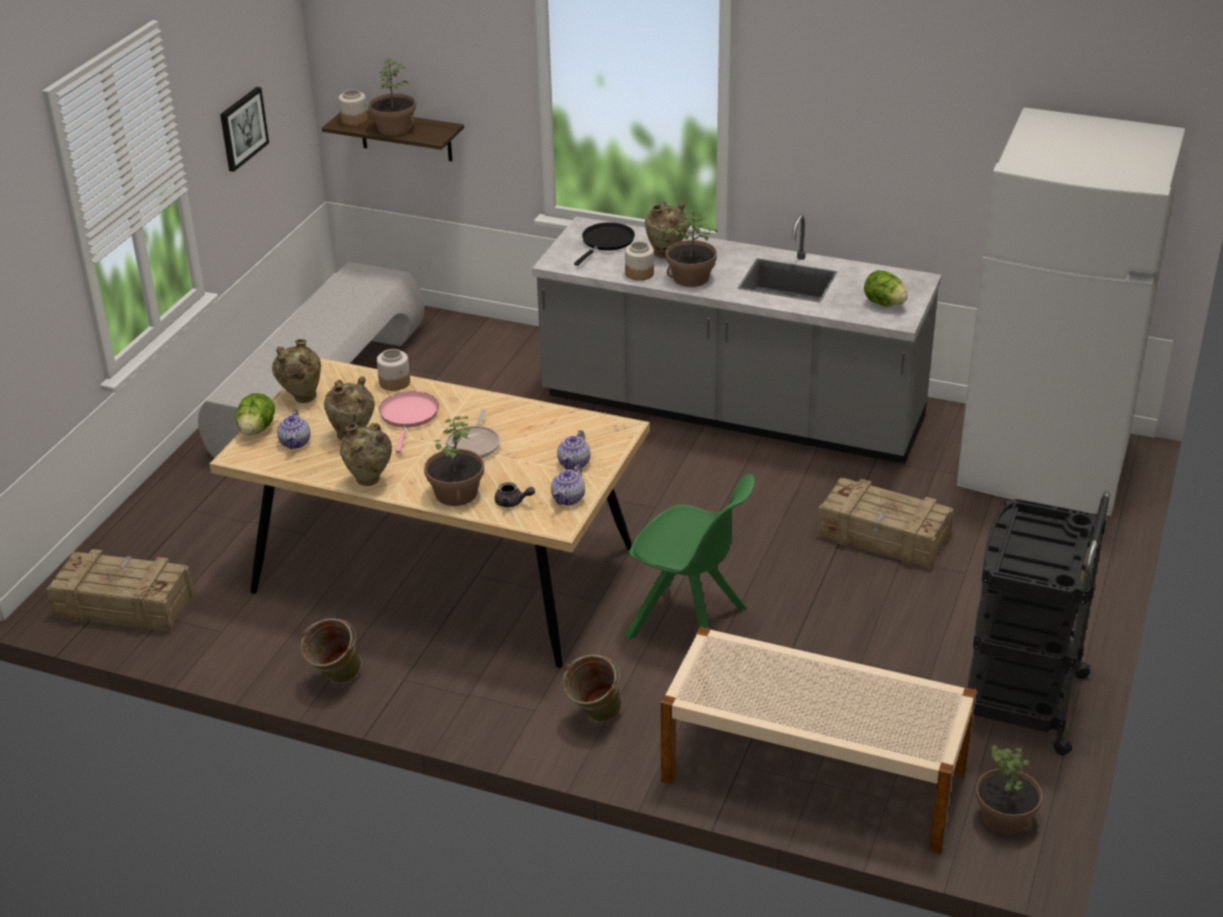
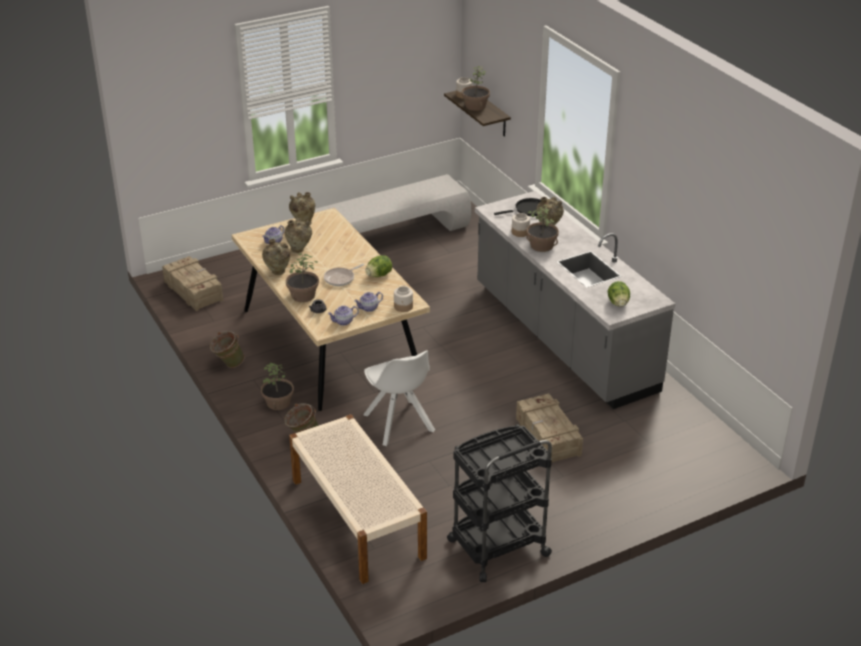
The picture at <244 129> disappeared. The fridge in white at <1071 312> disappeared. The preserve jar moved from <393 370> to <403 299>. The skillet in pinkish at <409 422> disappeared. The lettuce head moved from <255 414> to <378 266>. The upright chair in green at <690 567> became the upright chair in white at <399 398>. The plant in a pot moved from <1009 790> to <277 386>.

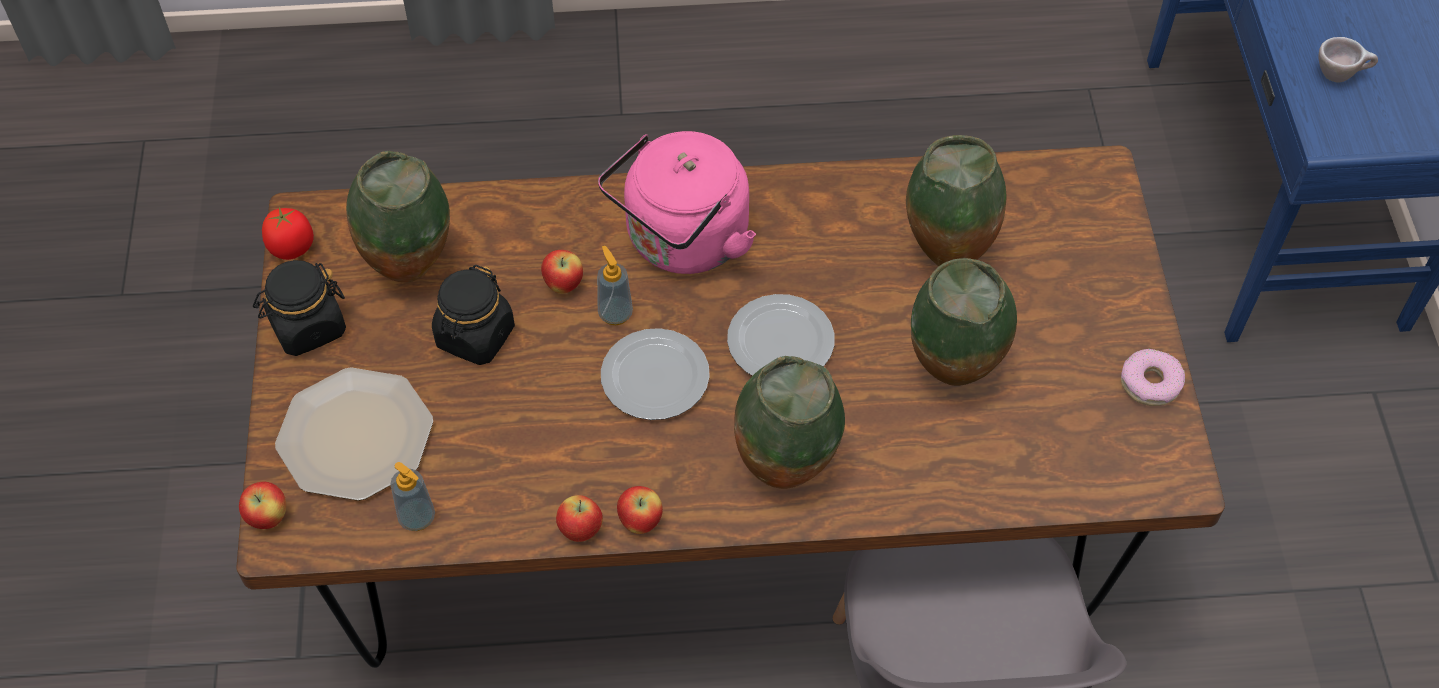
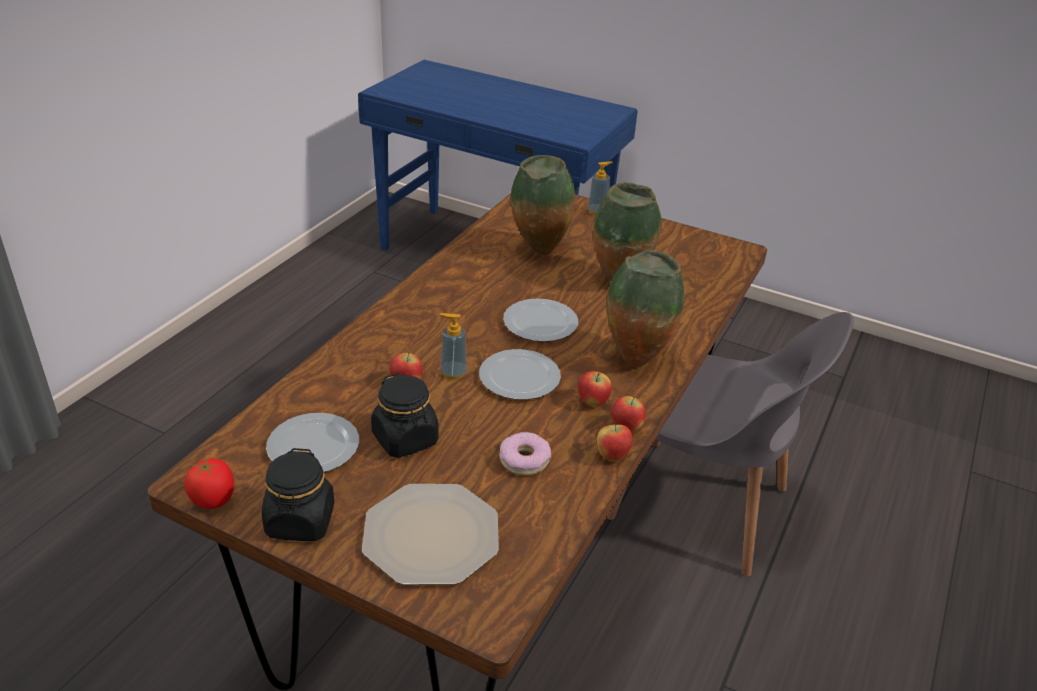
The small cup in beige at <1348 59> disappeared. The water kettle in pinkish at <677 202> disappeared. The decorative vase at <398 217> was replaced by the dinner plate at <312 442>. The ring doughnut moved from <1153 377> to <525 453>. The soap dispenser moved from <412 496> to <600 188>. The whole apple moved from <262 505> to <595 389>.

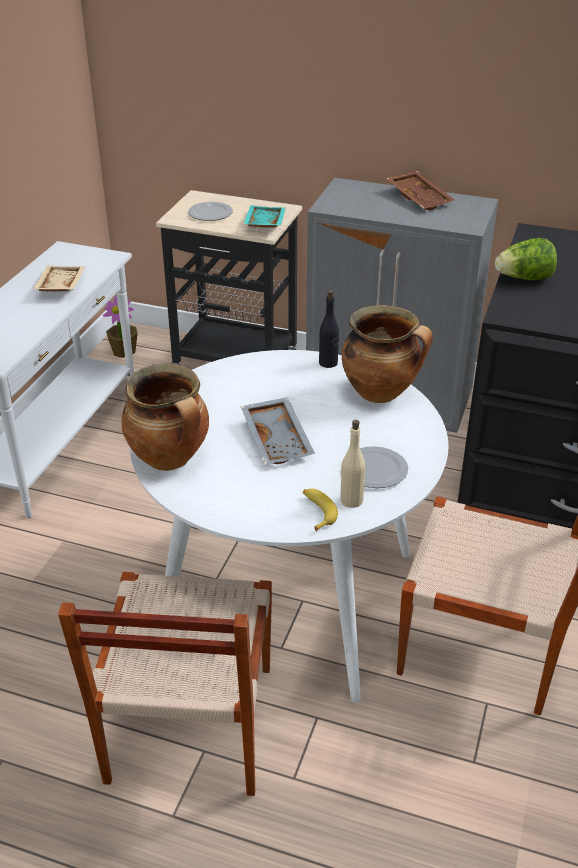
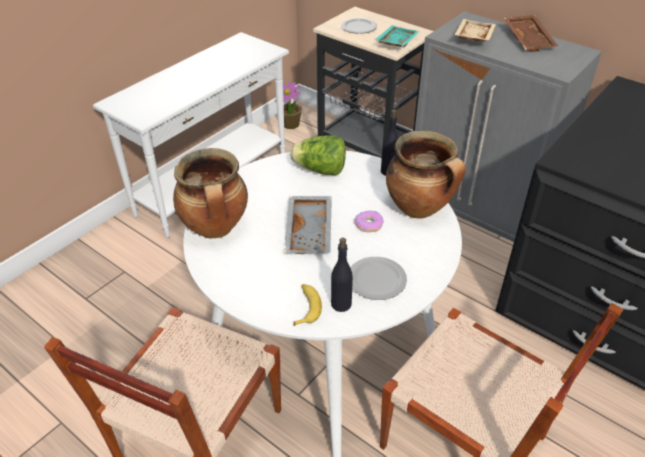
The lettuce head moved from <526 259> to <318 155>. The tray in beige moved from <59 278> to <475 30>. The bottle in beige at <352 464> became the bottle in blackish at <342 275>. The ring doughnut at <369 221> appeared.

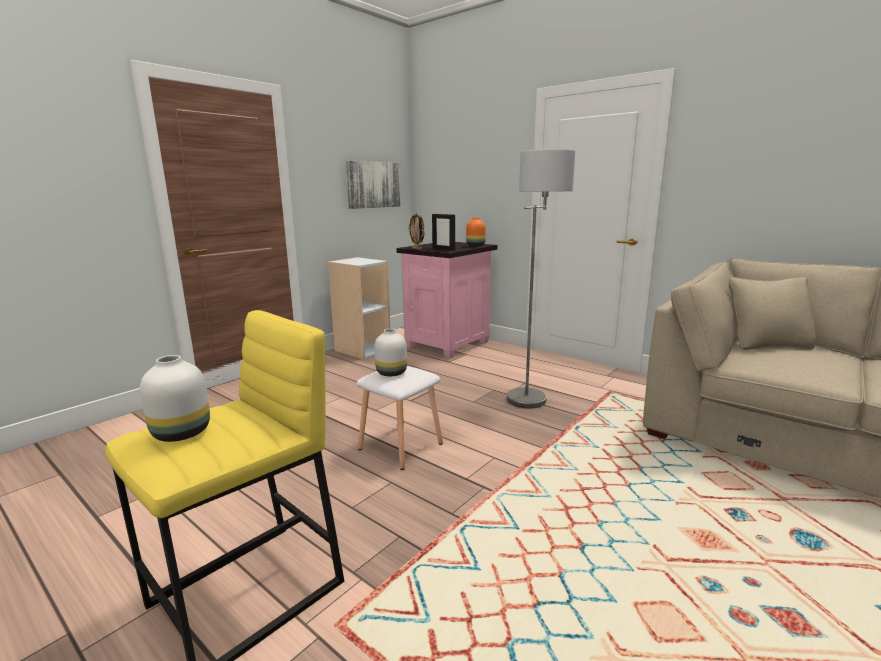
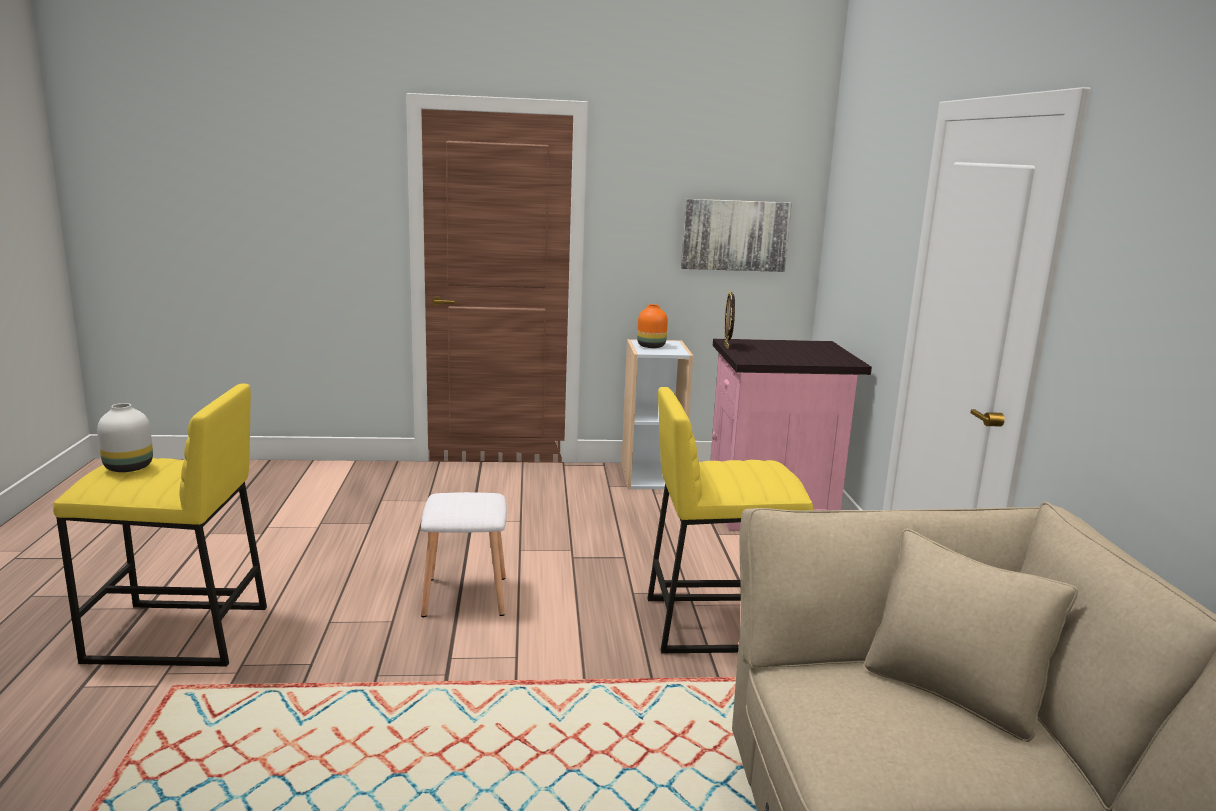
The floor lamp in greyish at <541 279> was replaced by the stool in yellow at <730 520>. The photo frame at <443 232> disappeared. The decorative vase in orange-coloured moved from <476 232> to <652 326>. The decorative vase in white at <390 352> disappeared.

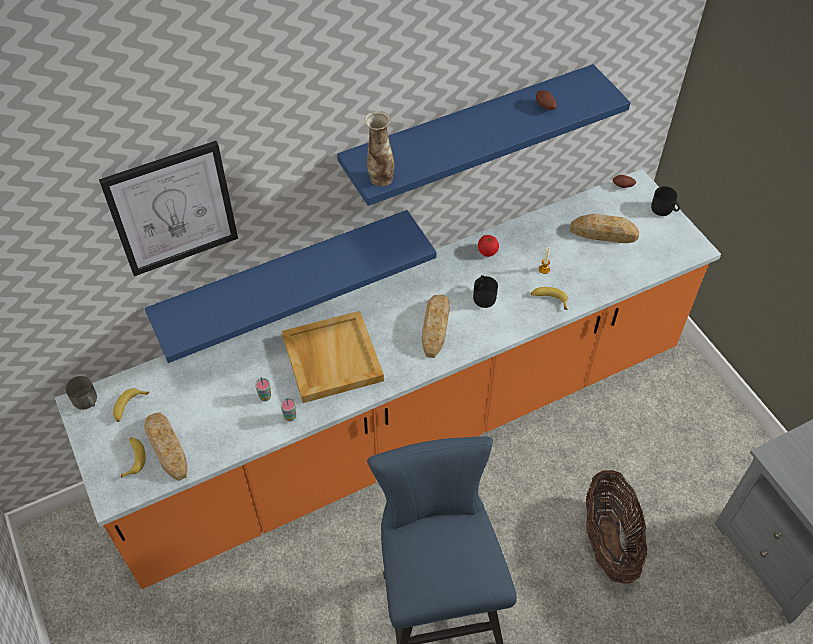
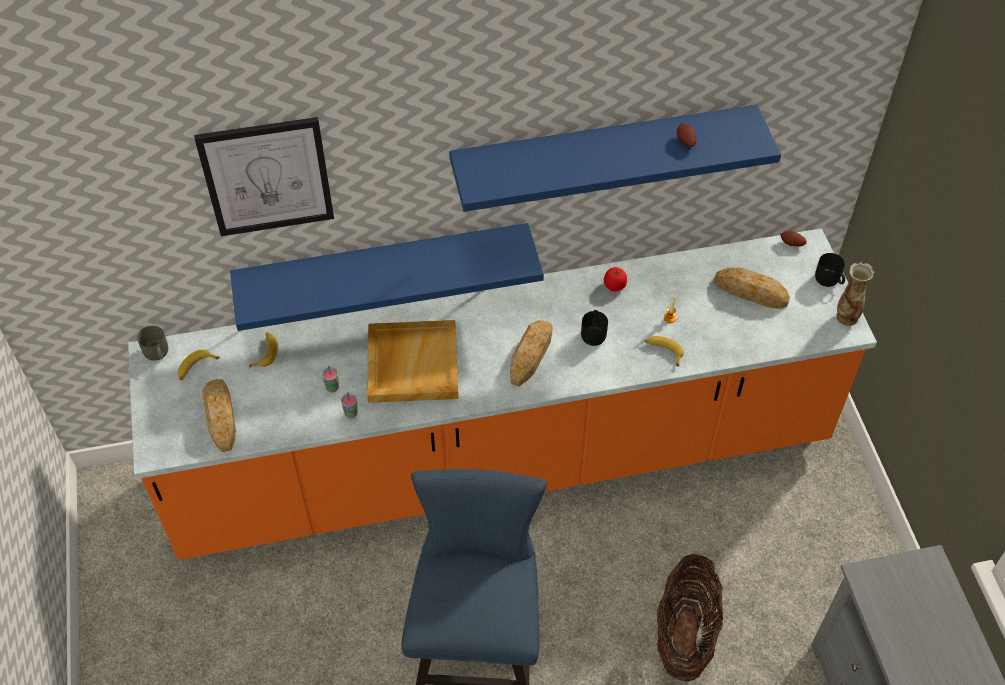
The decorative vase moved from <379 148> to <855 294>. The banana fruit moved from <133 457> to <263 350>.

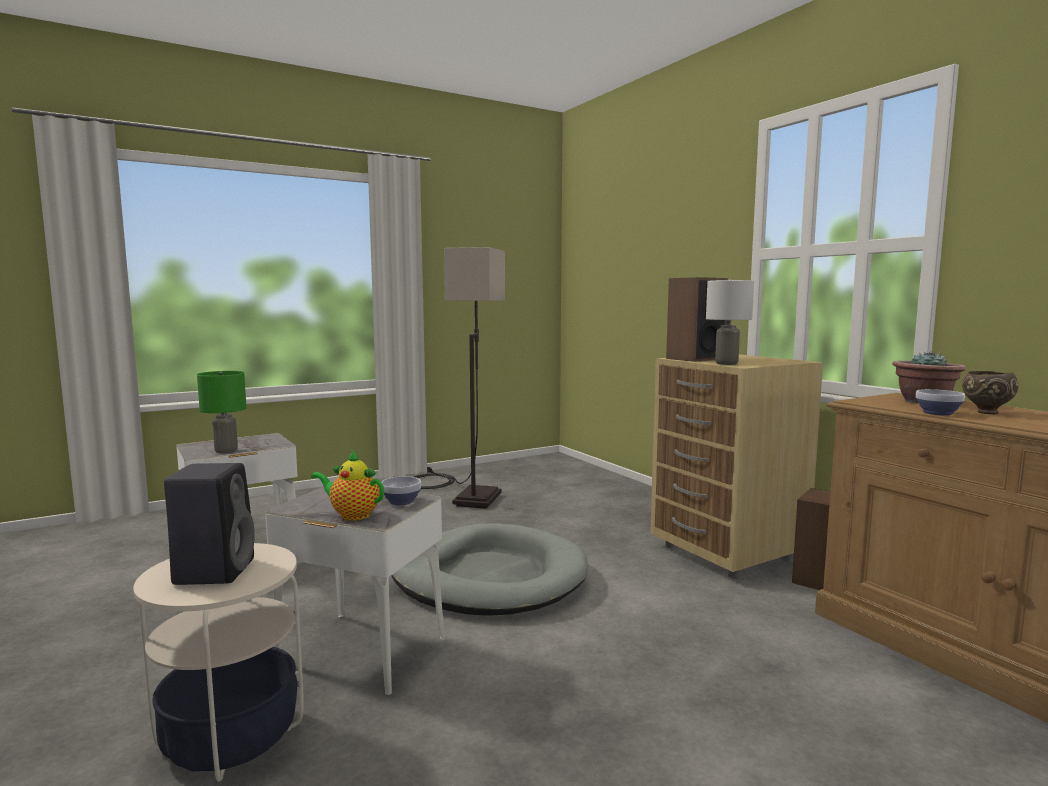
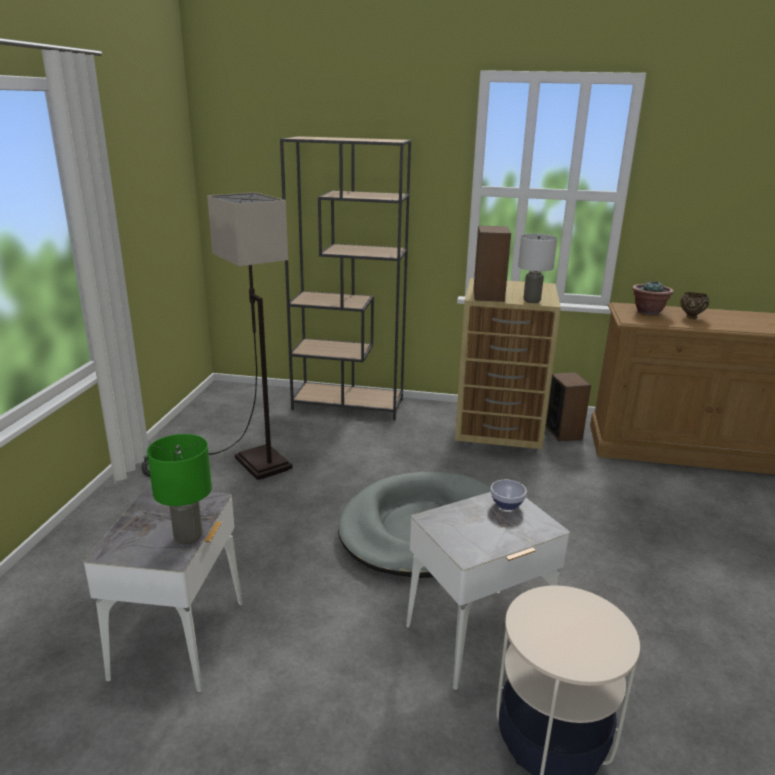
The serving bowl at <940 402> disappeared. The pot for tea at <347 486> disappeared. The loudspeaker in blackish at <209 524> disappeared. The bookcase at <345 278> appeared.

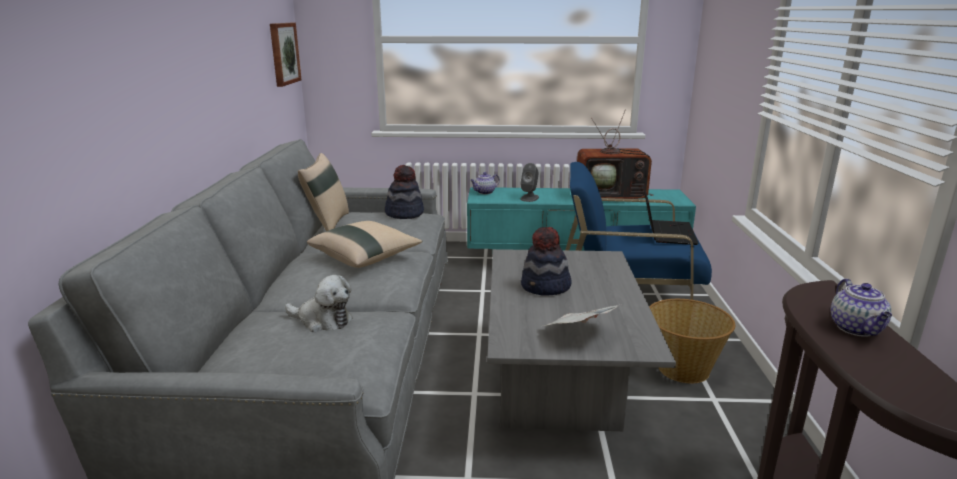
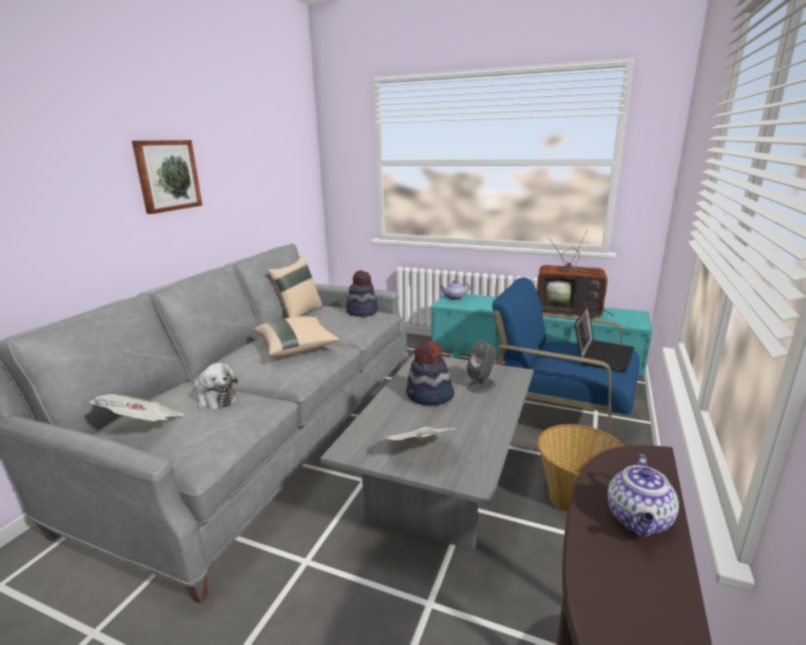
The picture moved from <286 55> to <167 177>. The loudspeaker in greyish moved from <529 182> to <481 367>. The newspaper at <137 408> appeared.

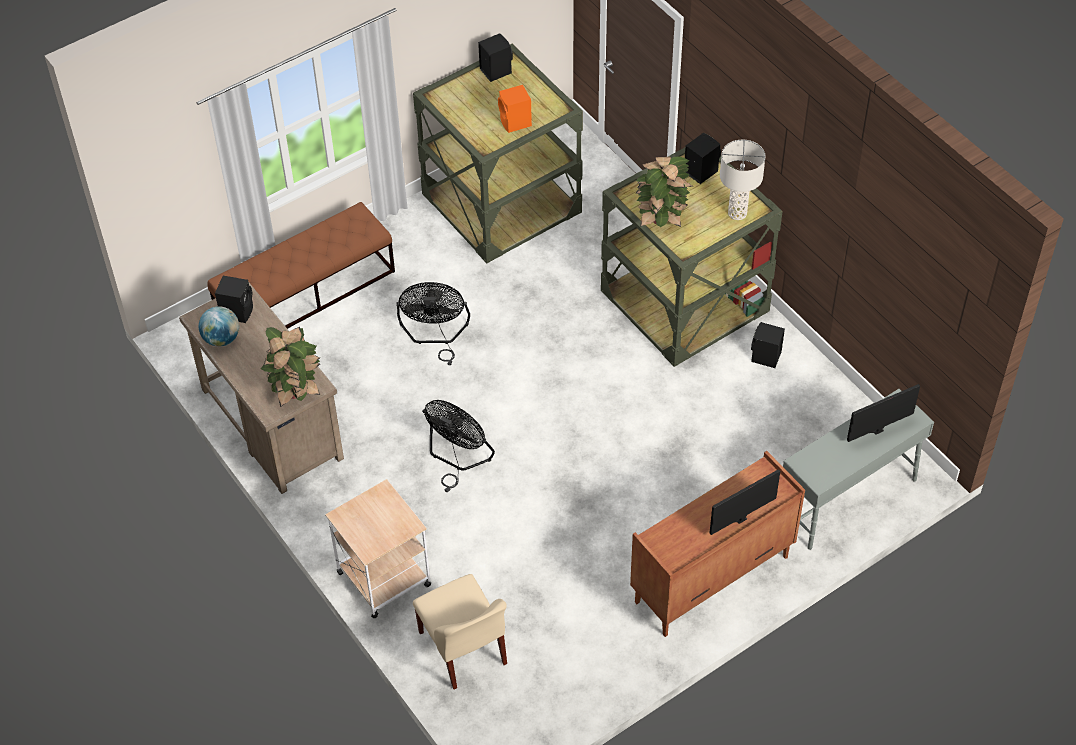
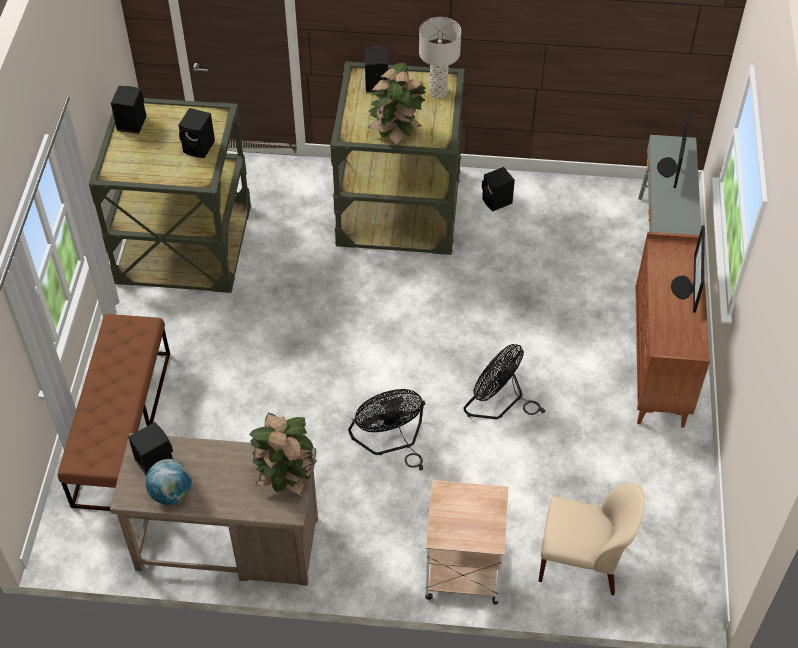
The loudspeaker in orange-coloured at <515 109> became the loudspeaker in blackish at <196 133>. The fan in blackish moved from <433 324> to <505 381>.

